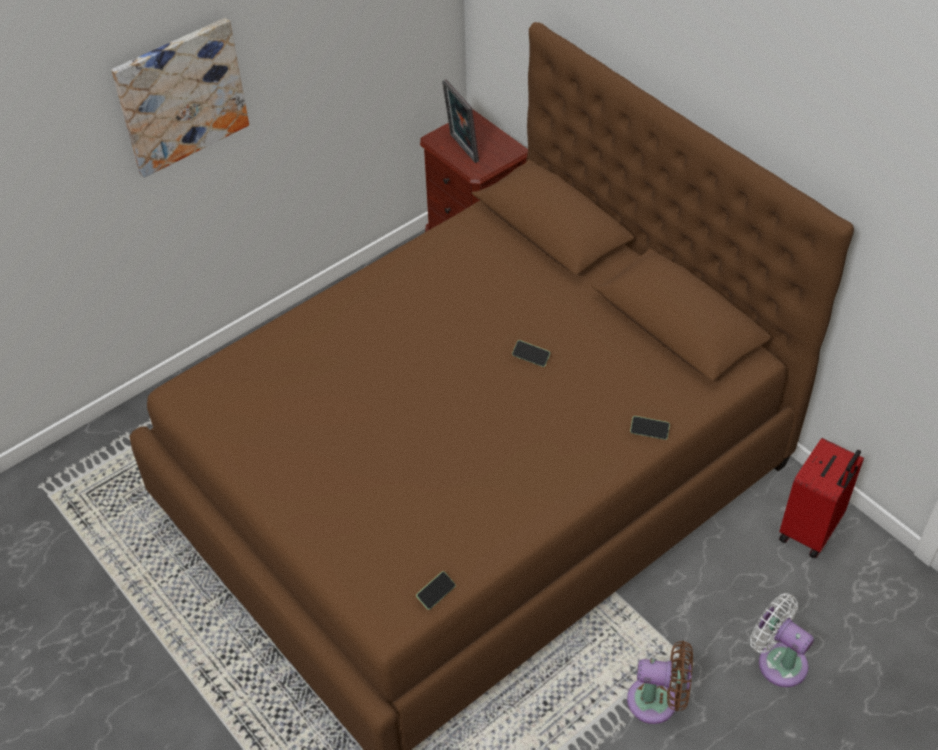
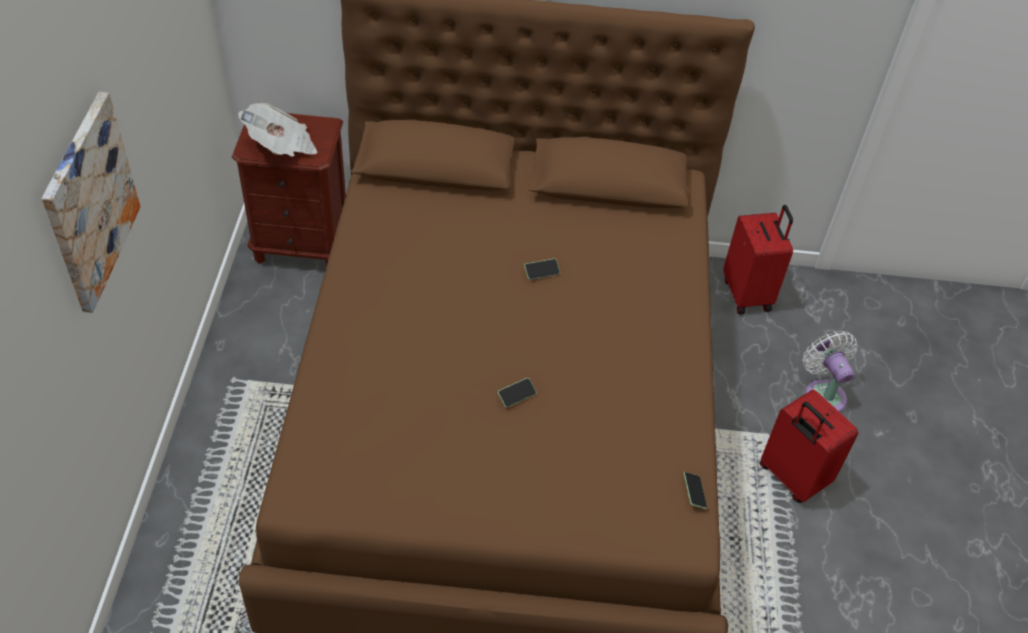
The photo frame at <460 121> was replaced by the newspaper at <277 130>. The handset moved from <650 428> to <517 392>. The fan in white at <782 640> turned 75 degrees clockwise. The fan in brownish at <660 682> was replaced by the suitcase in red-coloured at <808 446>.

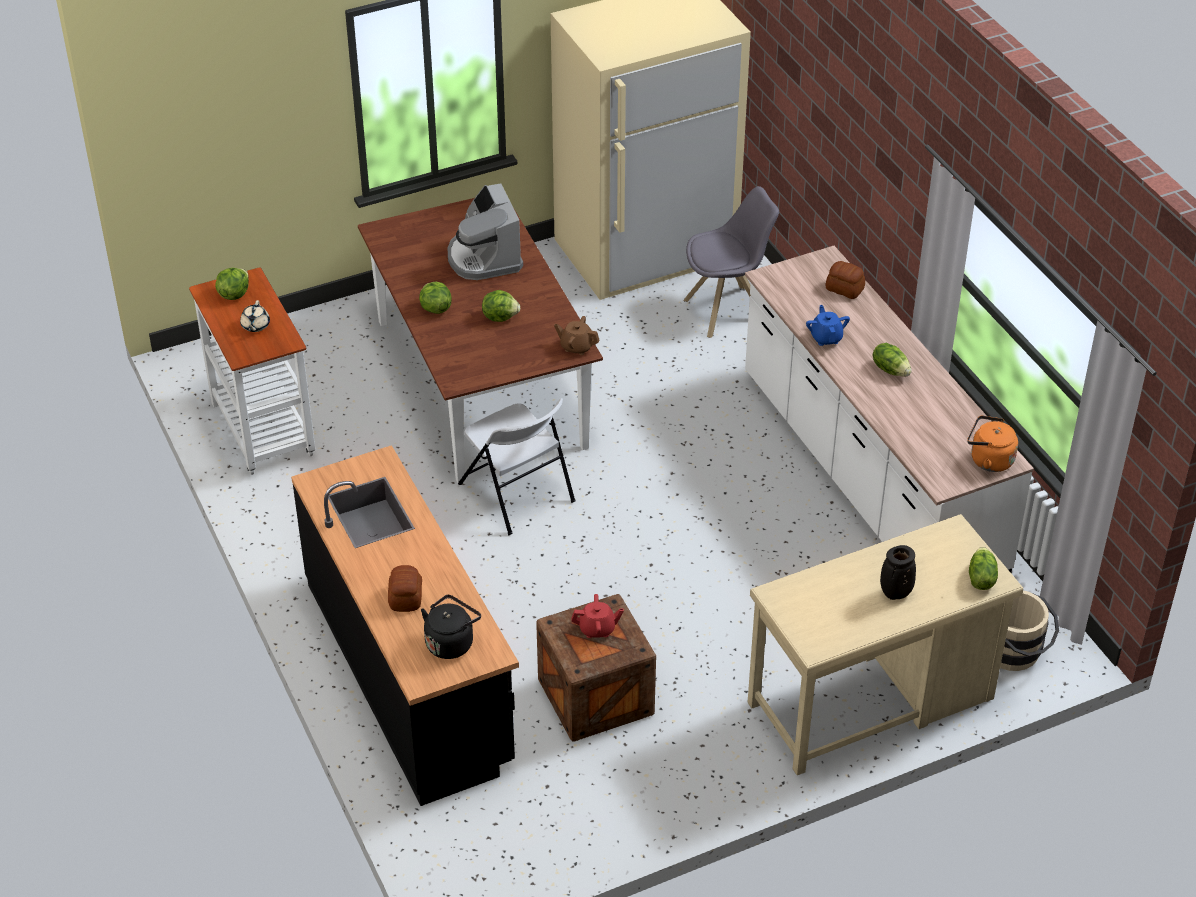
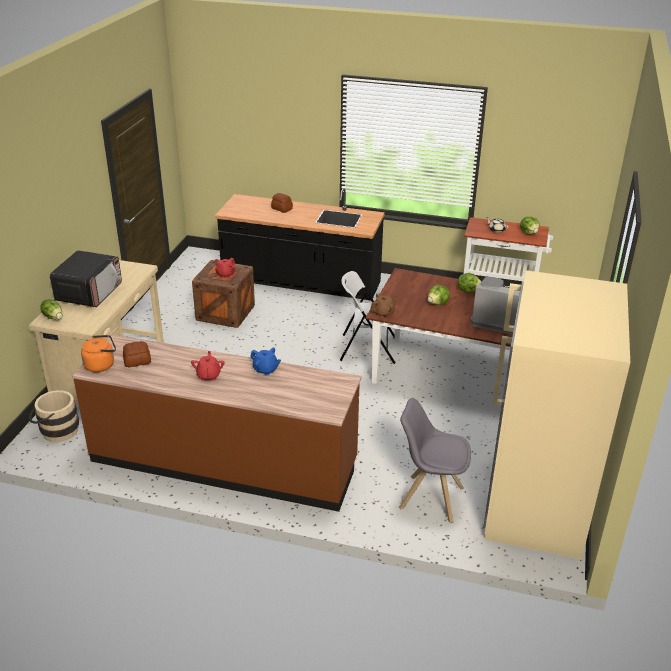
The upright chair in greyish at <731 262> turned 90 degrees clockwise. The kitchen counter in white at <889 409> became the kitchen counter in brownish at <217 423>. The baked bread moved from <845 280> to <137 354>. The lettuce head at <892 360> was replaced by the pot for tea in red-coloured at <208 366>. The decorative vase in blackish at <898 572> was replaced by the microwave at <86 278>. The water kettle in blackish at <451 627> disappeared.

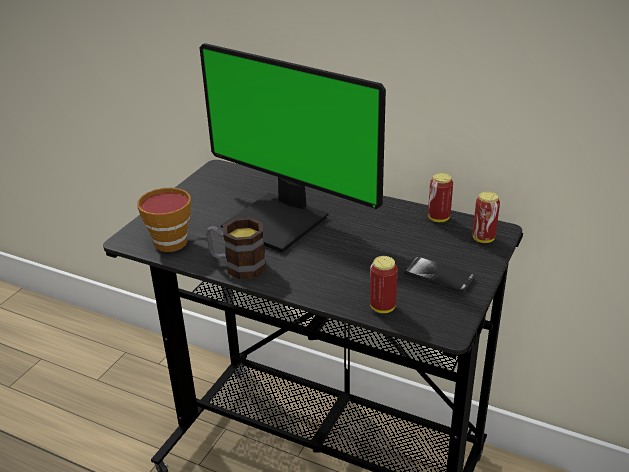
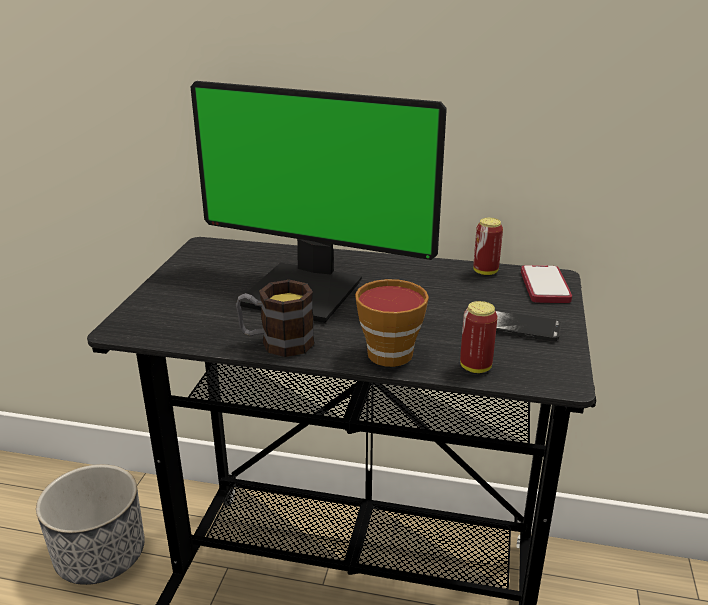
The small cup moved from <164 220> to <392 323>. The metal can at <486 217> was replaced by the handset at <546 284>. The planter at <90 524> appeared.

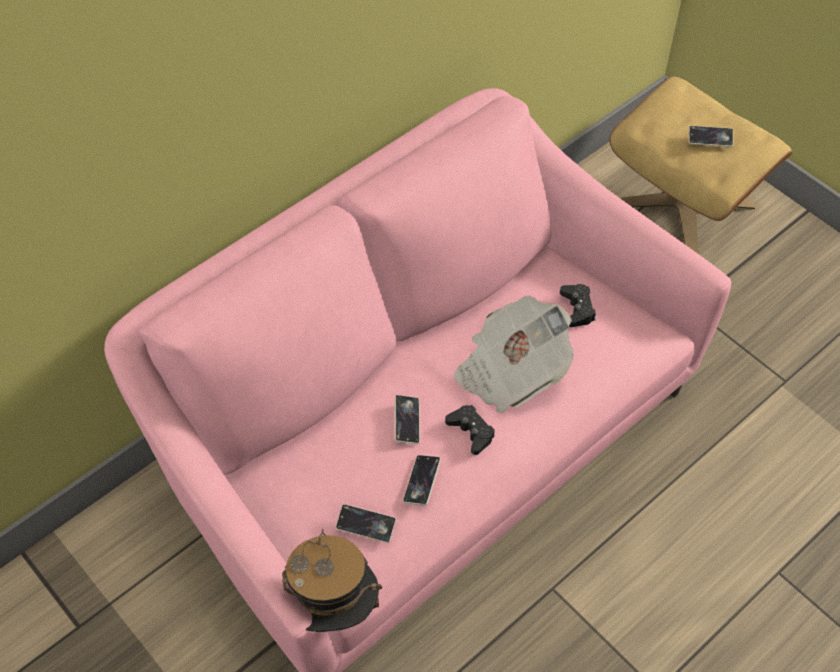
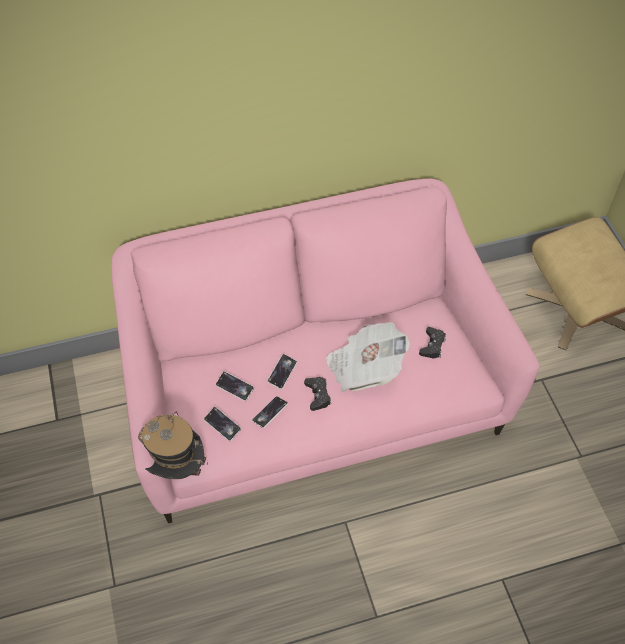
The handset moved from <711 136> to <234 386>.

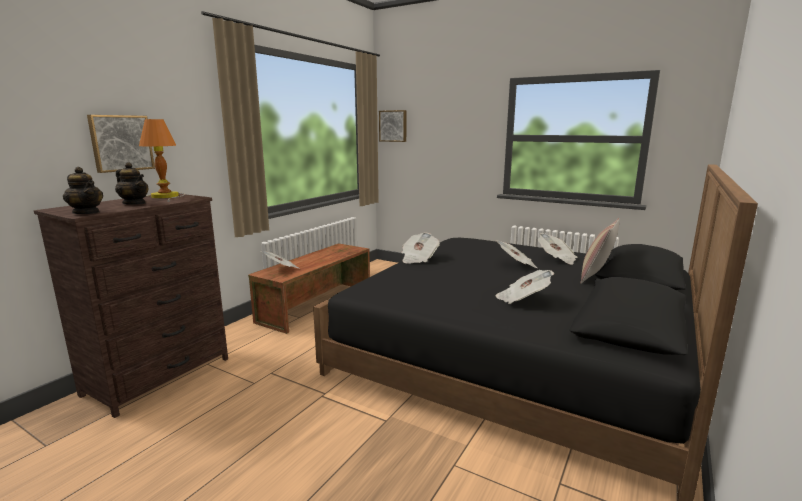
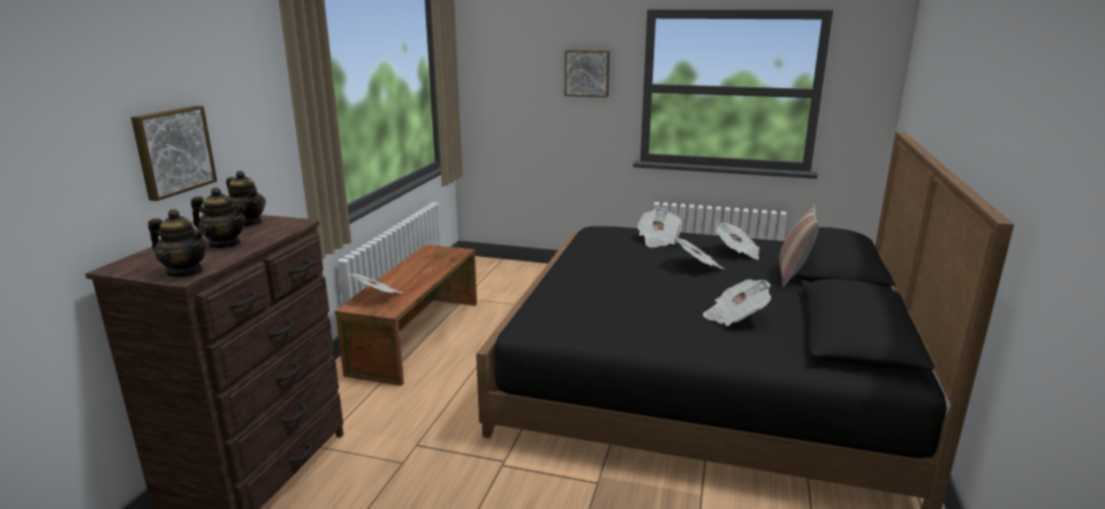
The picture moved from <392 126> to <587 74>. The lamp for a table at <162 160> was replaced by the pot for tea at <246 198>. The newspaper moved from <420 248> to <660 228>.

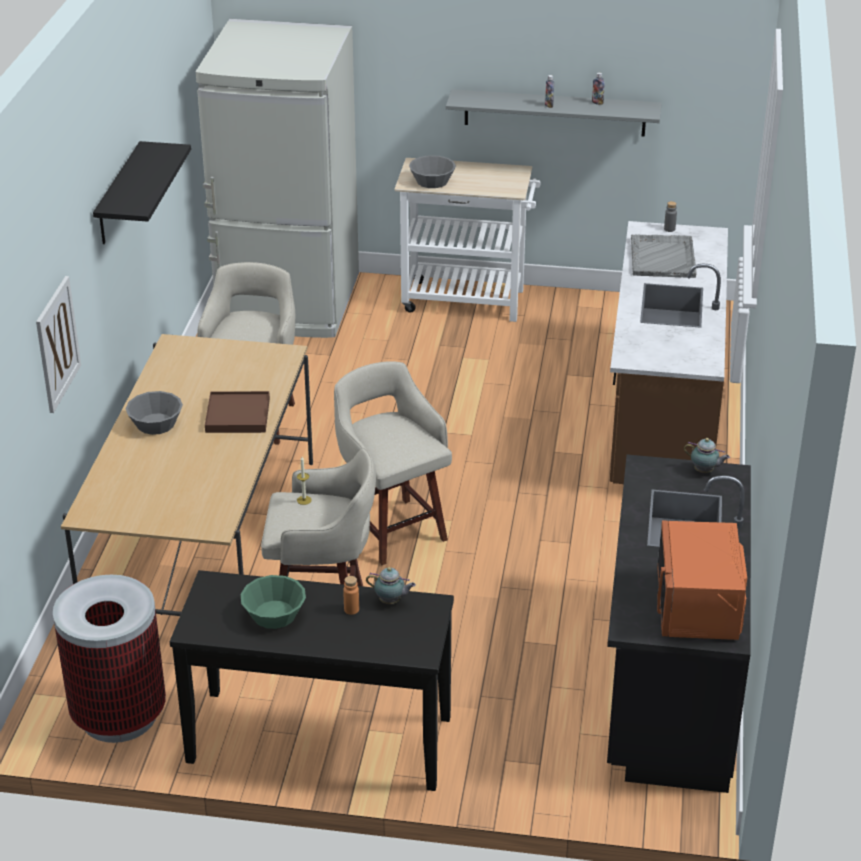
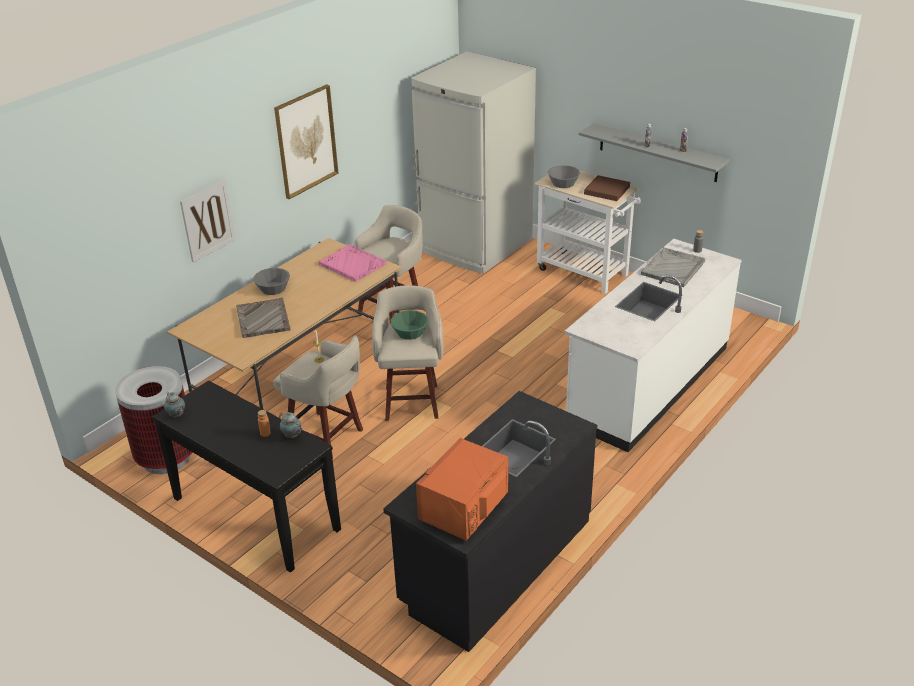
The wall shelf in blackish at <142 192> was replaced by the picture at <306 141>. The kitchen counter in brownish at <669 352> became the kitchen counter in white at <652 345>. The tray in brownish moved from <237 412> to <607 188>. The pot for tea moved from <707 455> to <174 404>. The serving bowl in green moved from <273 602> to <410 325>. The tray in pinkish at <352 263> appeared. The tray in greyish at <263 318> appeared.

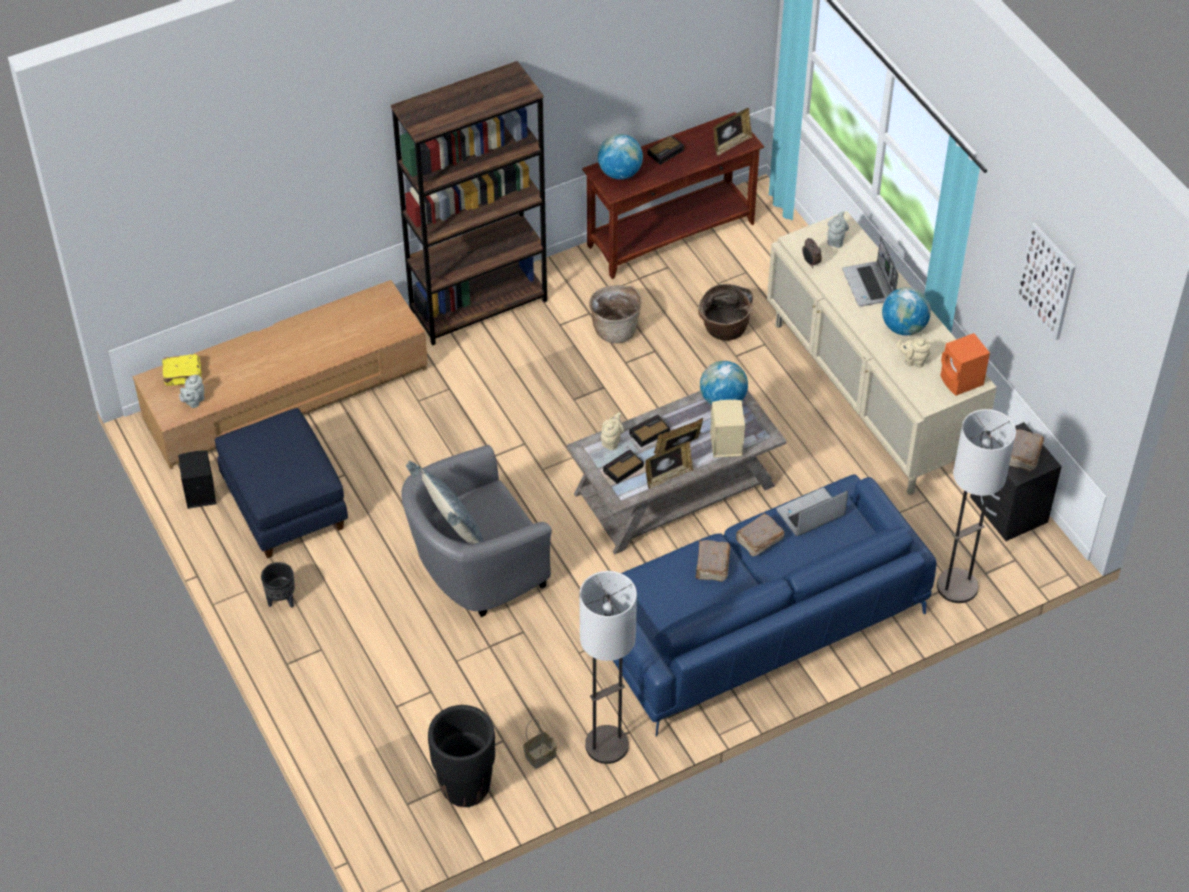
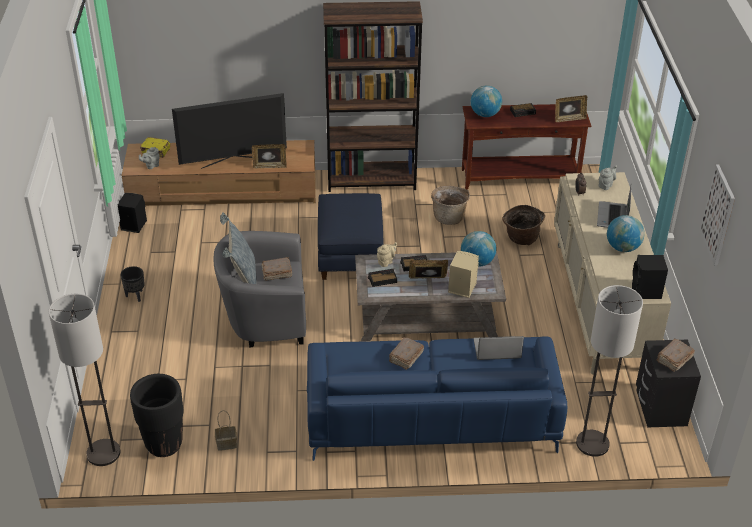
The loudspeaker in orange-coloured at <965 364> became the loudspeaker in blackish at <650 277>. The pot for tea in beige at <913 353> disappeared. The ottoman in blue-coloured moved from <281 483> to <350 236>. The photo frame moved from <669 465> to <269 156>. The volume in brownish moved from <760 535> to <276 269>. The floor lamp moved from <608 667> to <84 380>. The TV at <229 131> appeared.

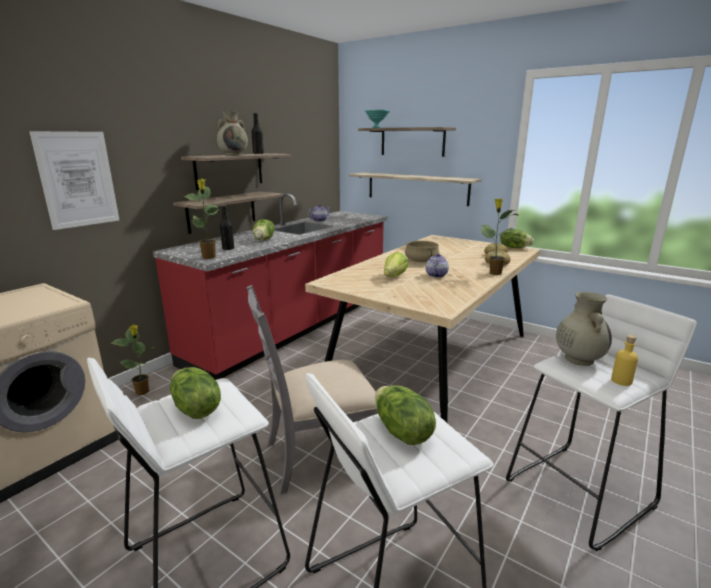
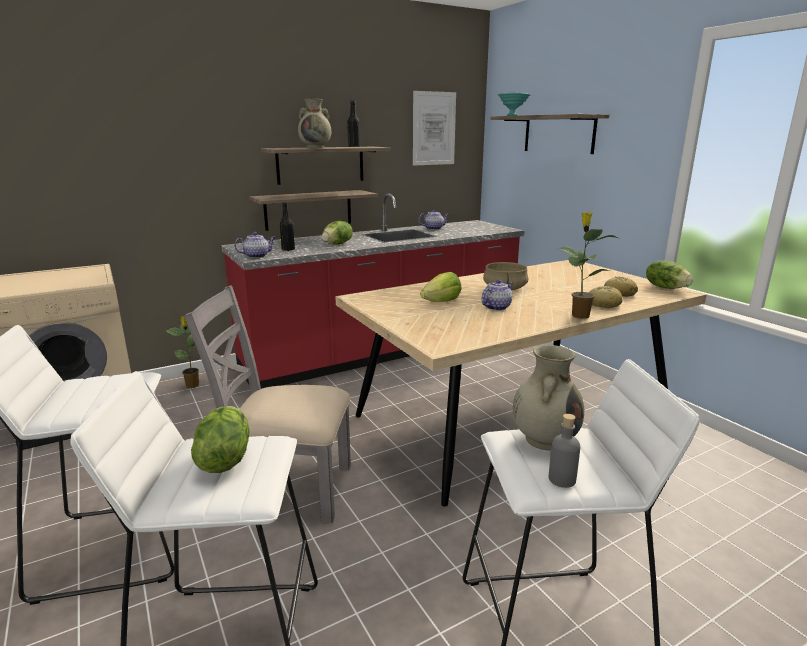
The picture moved from <74 180> to <434 128>. The wall shelf at <415 189> disappeared. The plant in a pot at <202 219> was replaced by the pot for tea at <254 245>. The bottle in yellow at <624 360> became the bottle in greyish at <564 451>. The lettuce head at <195 393> disappeared.

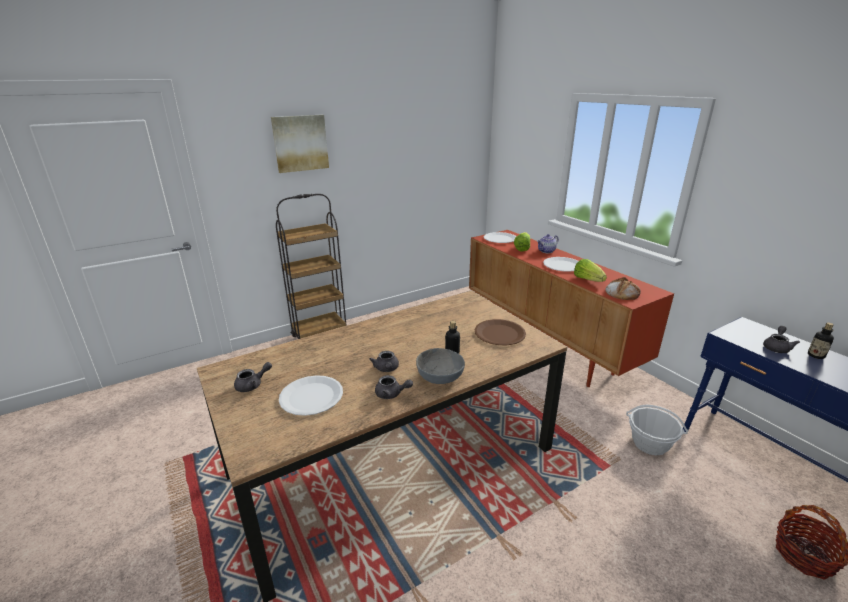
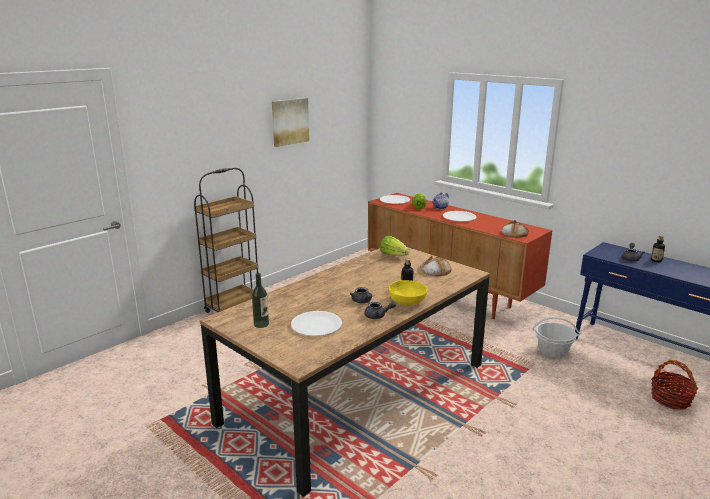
The picture moved from <300 144> to <290 122>. The lettuce head moved from <590 270> to <394 246>. The dinner plate in brownish at <500 332> was replaced by the baked bread at <436 266>. The serving bowl in greyish at <440 366> became the serving bowl in yellow at <407 292>. The pot for tea in greyish at <253 377> was replaced by the bottle at <260 300>.

